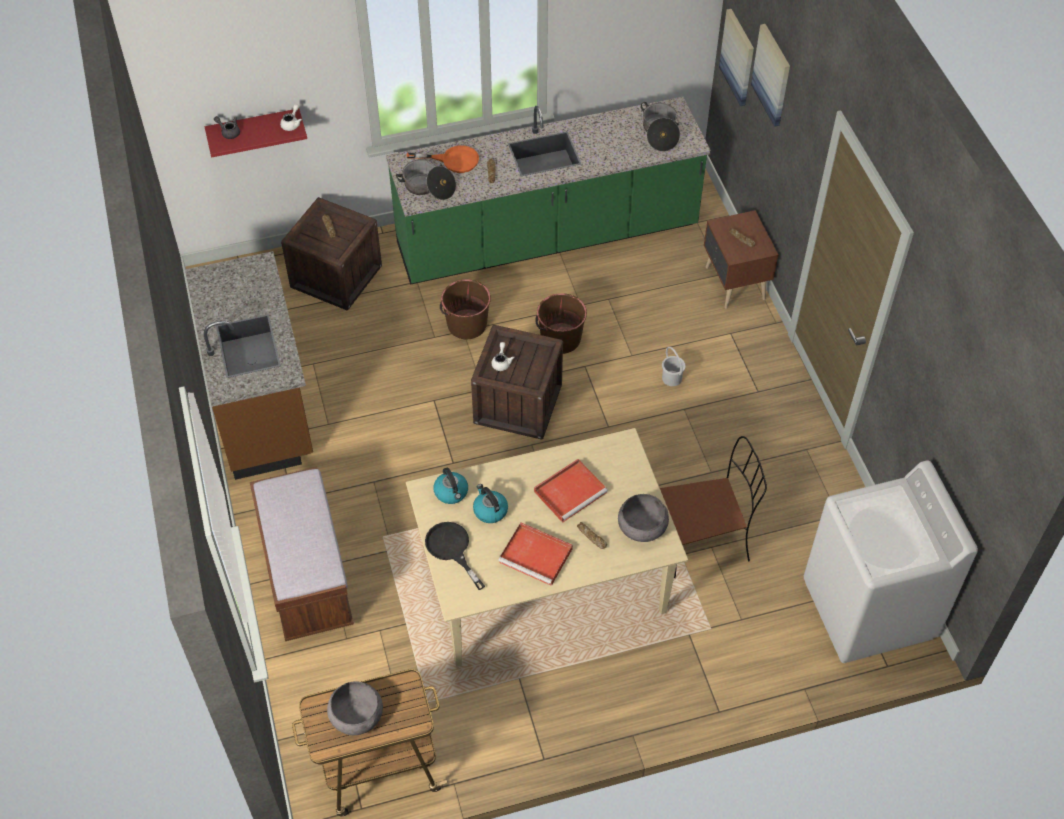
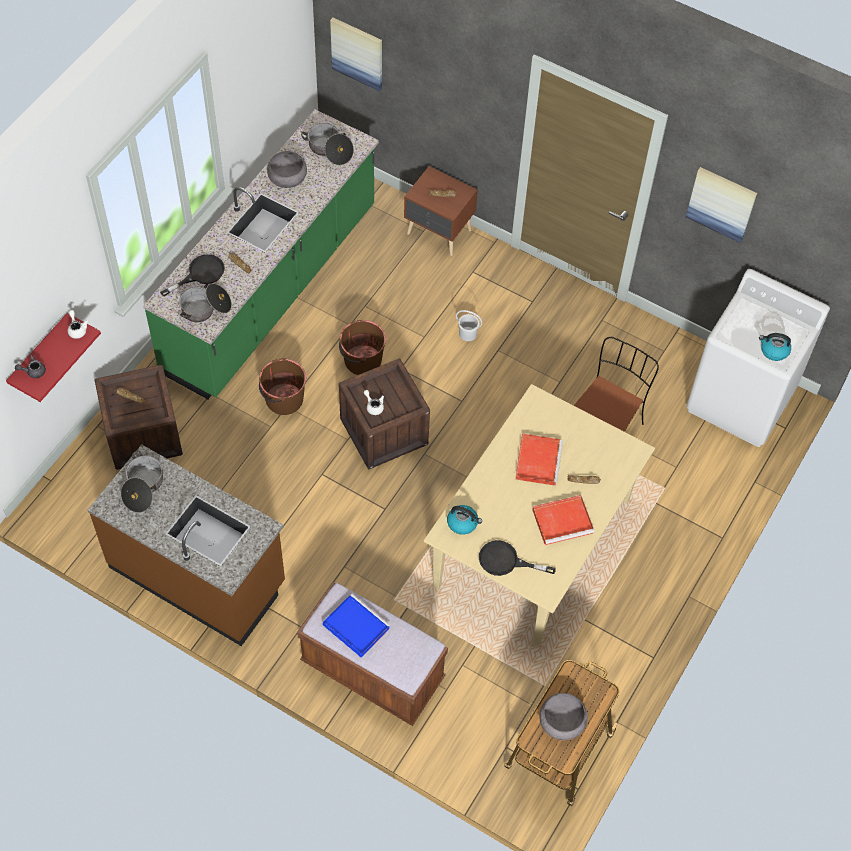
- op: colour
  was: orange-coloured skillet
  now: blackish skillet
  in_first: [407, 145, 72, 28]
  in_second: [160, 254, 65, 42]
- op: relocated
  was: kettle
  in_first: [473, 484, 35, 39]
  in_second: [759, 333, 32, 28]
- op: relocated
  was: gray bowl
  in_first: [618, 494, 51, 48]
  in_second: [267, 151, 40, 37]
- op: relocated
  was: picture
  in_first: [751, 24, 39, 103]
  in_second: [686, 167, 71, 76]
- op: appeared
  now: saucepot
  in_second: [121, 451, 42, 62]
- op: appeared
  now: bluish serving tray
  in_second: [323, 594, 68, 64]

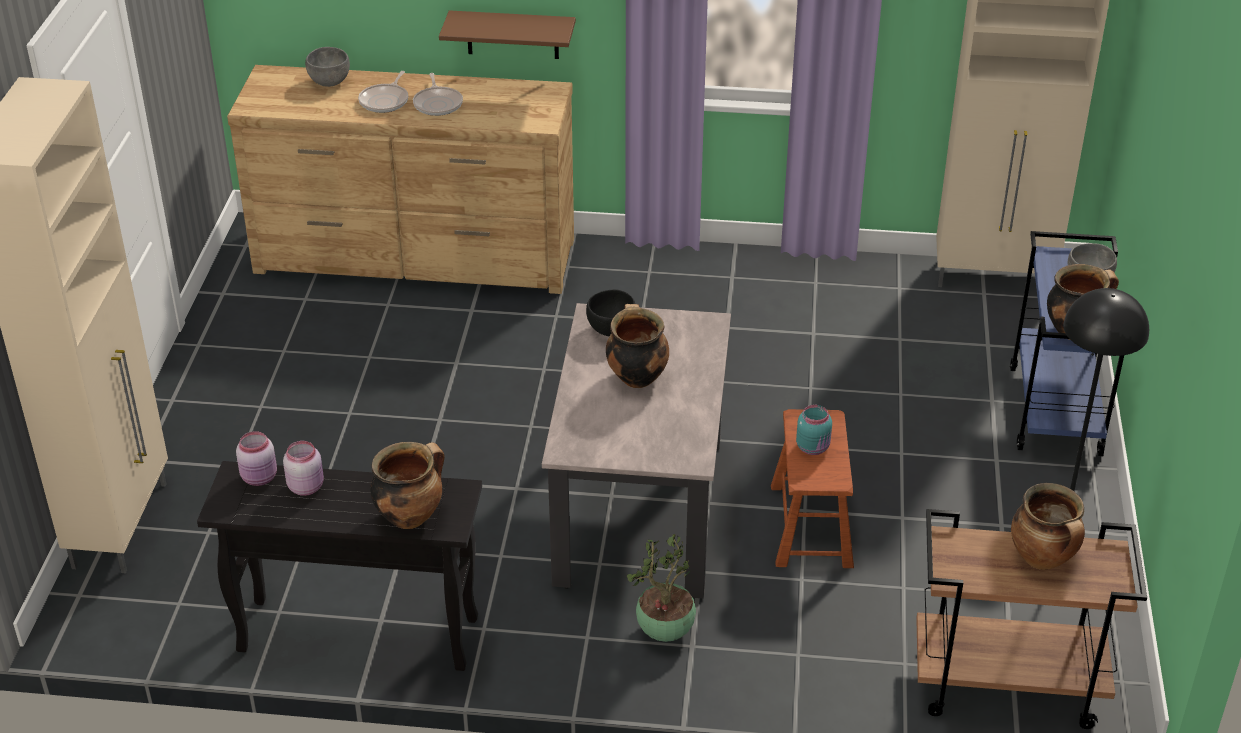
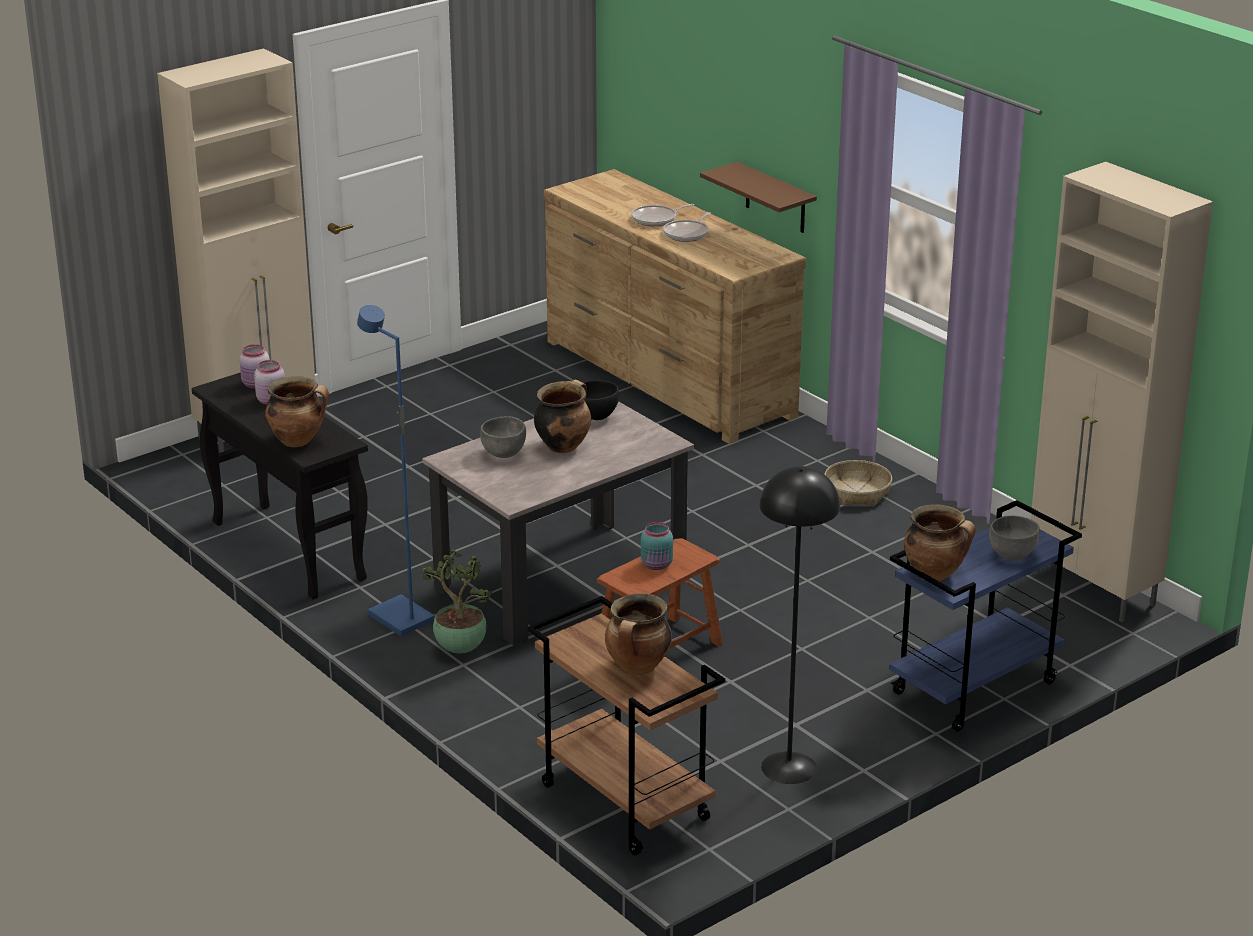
- op: relocated
  was: gray bowl
  in_first: [305, 47, 45, 40]
  in_second: [480, 416, 46, 42]
- op: appeared
  now: bluish standing lamp
  in_second: [357, 305, 78, 332]
- op: appeared
  now: storage basket
  in_second: [824, 460, 68, 46]

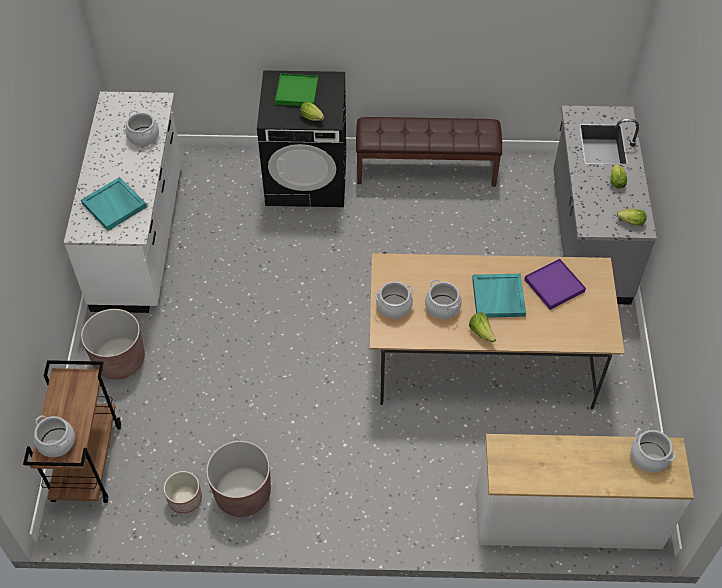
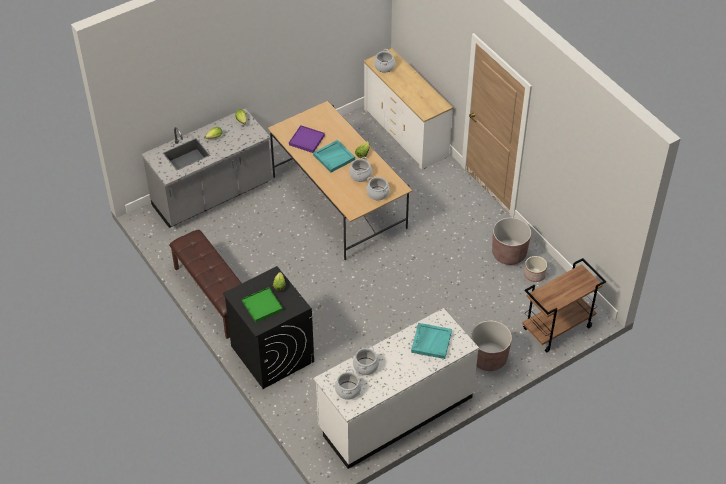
- op: relocated
  was: saucepot
  in_first: [34, 415, 41, 42]
  in_second: [335, 369, 27, 31]

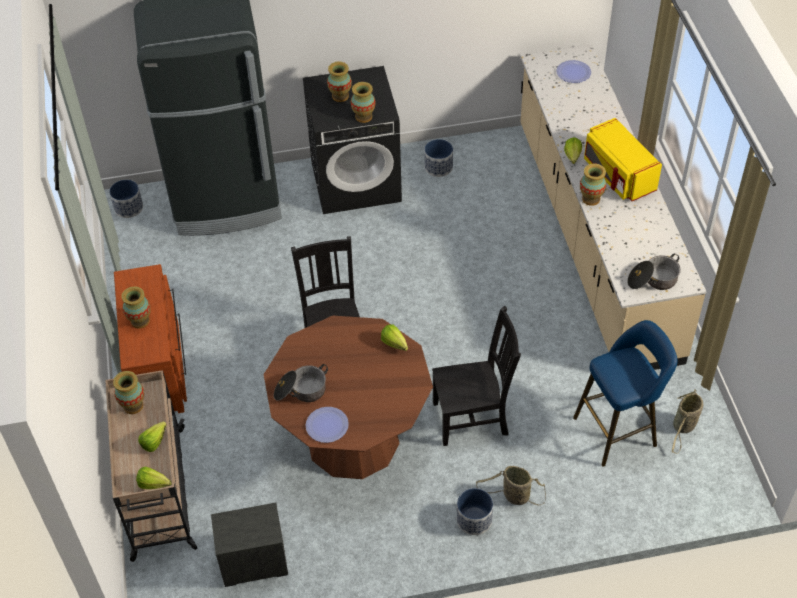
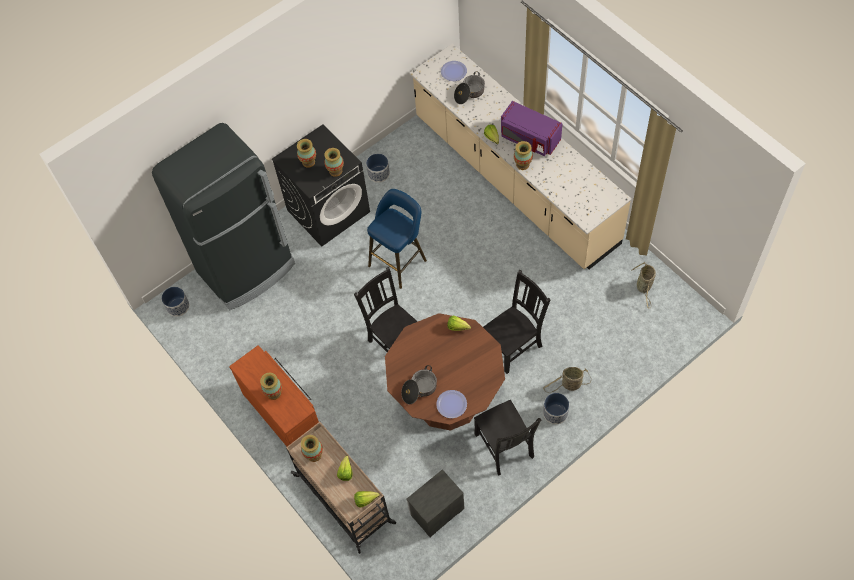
- op: relocated
  was: bluish sitting stool
  in_first: [573, 320, 105, 147]
  in_second: [367, 189, 60, 100]
- op: colour
  was: yellow kitchen microwave
  now: purple-coloured kitchen microwave
  in_first: [584, 118, 78, 83]
  in_second: [501, 101, 62, 55]
- op: relocated
  was: saucepot
  in_first: [627, 254, 54, 36]
  in_second: [454, 71, 31, 33]
- op: appeared
  now: blackish chair
  in_second: [474, 400, 67, 75]

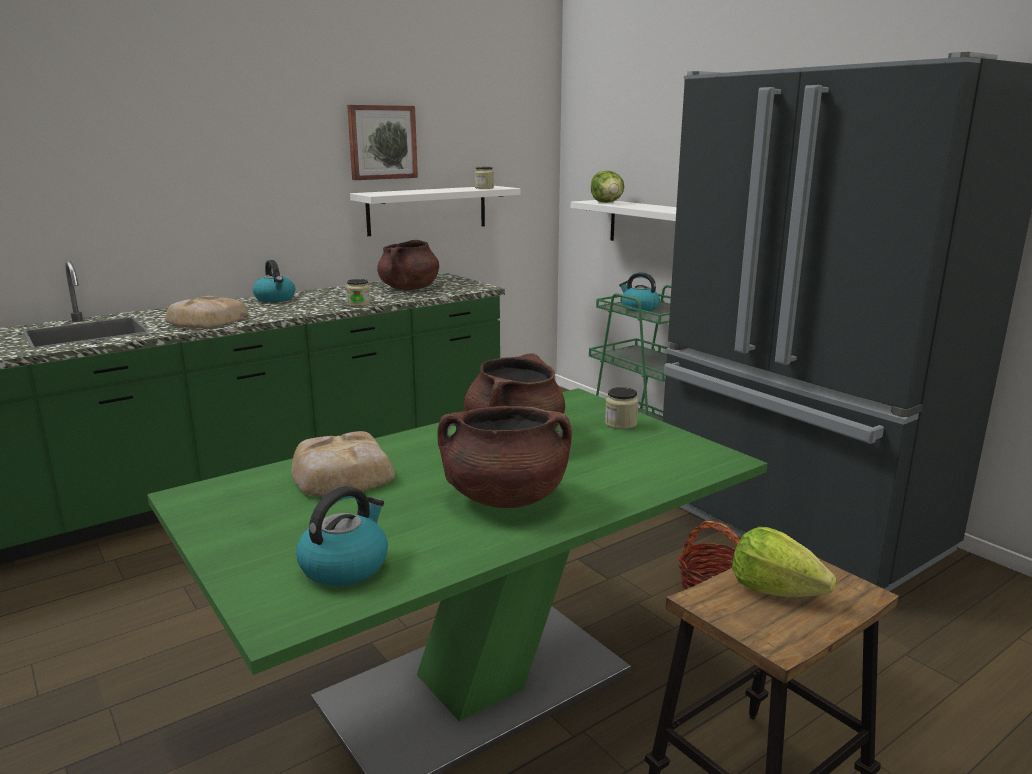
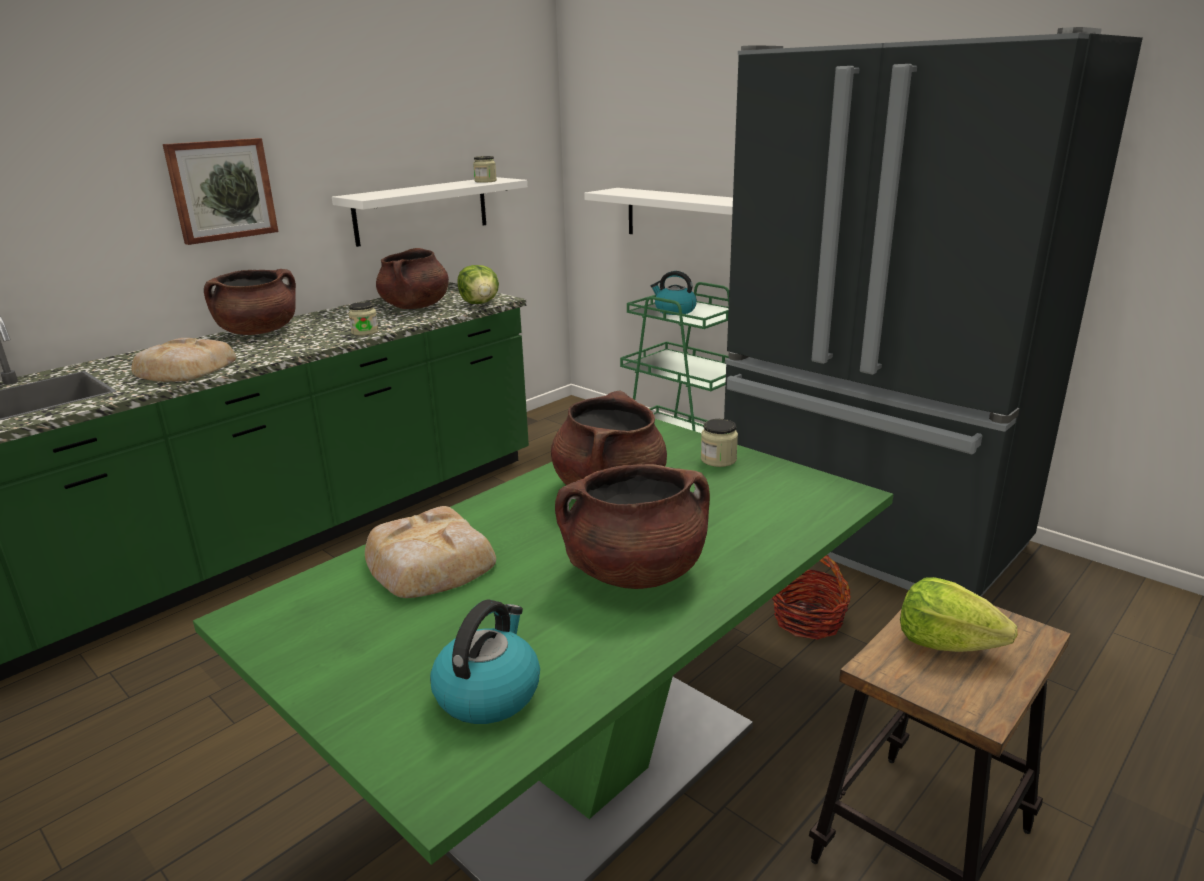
- op: exchanged
  was: kettle
  now: brown saucepot
  in_first: [253, 260, 42, 42]
  in_second: [204, 269, 92, 66]
- op: relocated
  was: picture
  in_first: [347, 105, 71, 75]
  in_second: [163, 138, 115, 107]
- op: relocated
  was: head of lettuce
  in_first: [591, 171, 33, 32]
  in_second: [457, 265, 42, 39]

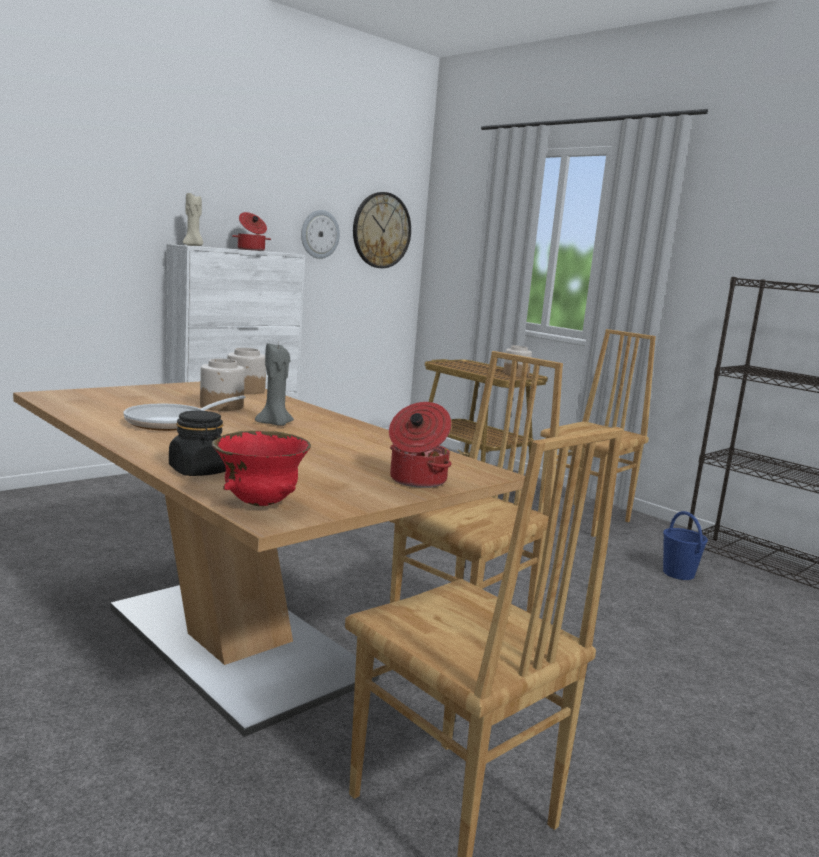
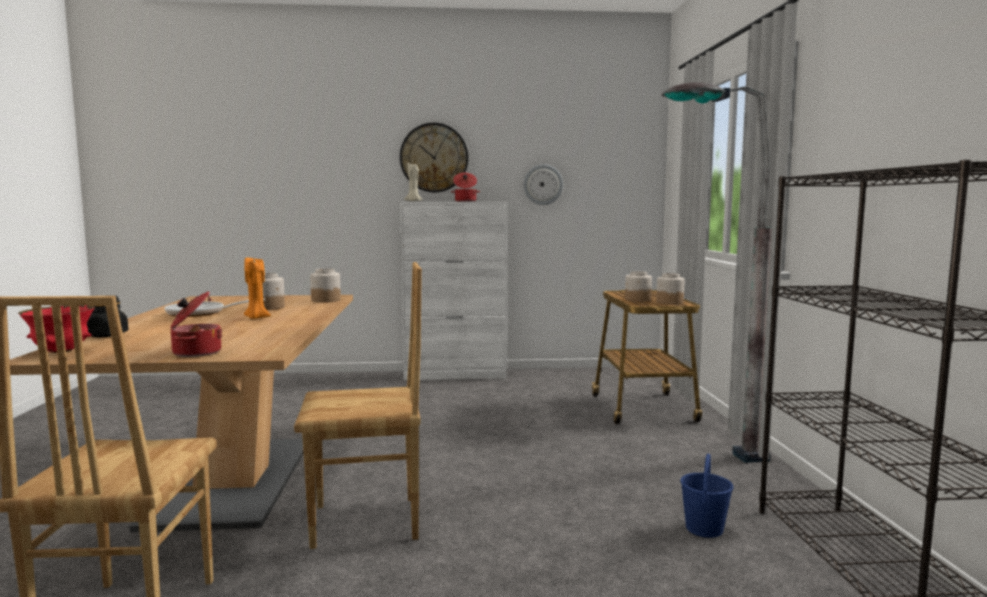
- op: colour
  was: gray wax light
  now: orange-coloured wax light
  in_first: [255, 343, 39, 83]
  in_second: [244, 258, 27, 61]
- op: relocated
  was: hanging clock
  in_first: [353, 192, 58, 76]
  in_second: [400, 123, 68, 70]
- op: exchanged
  was: brown chair
  now: gray standing lamp
  in_first: [538, 329, 118, 208]
  in_second: [661, 82, 111, 381]
- op: appeared
  now: preserve jar
  in_second: [625, 271, 27, 31]

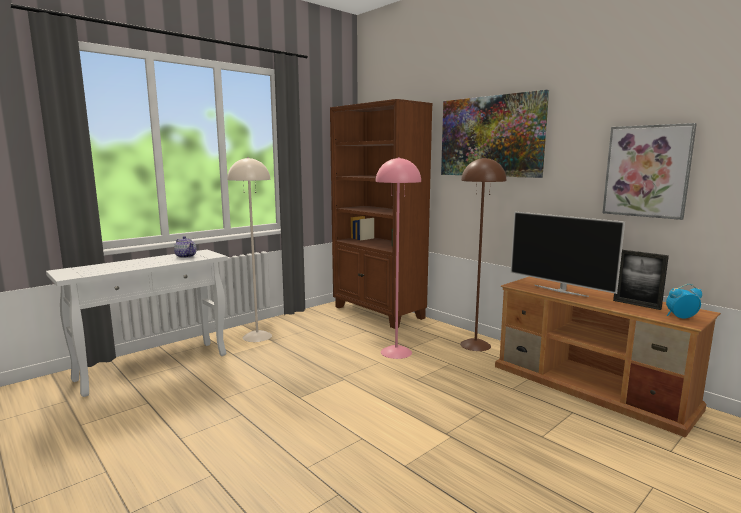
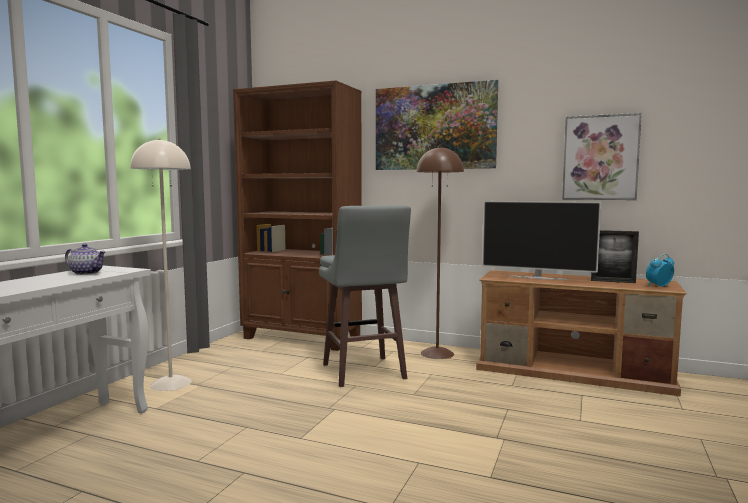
- op: exchanged
  was: pink standing lamp
  now: gray sitting stool
  in_first: [376, 157, 45, 202]
  in_second: [319, 205, 92, 182]

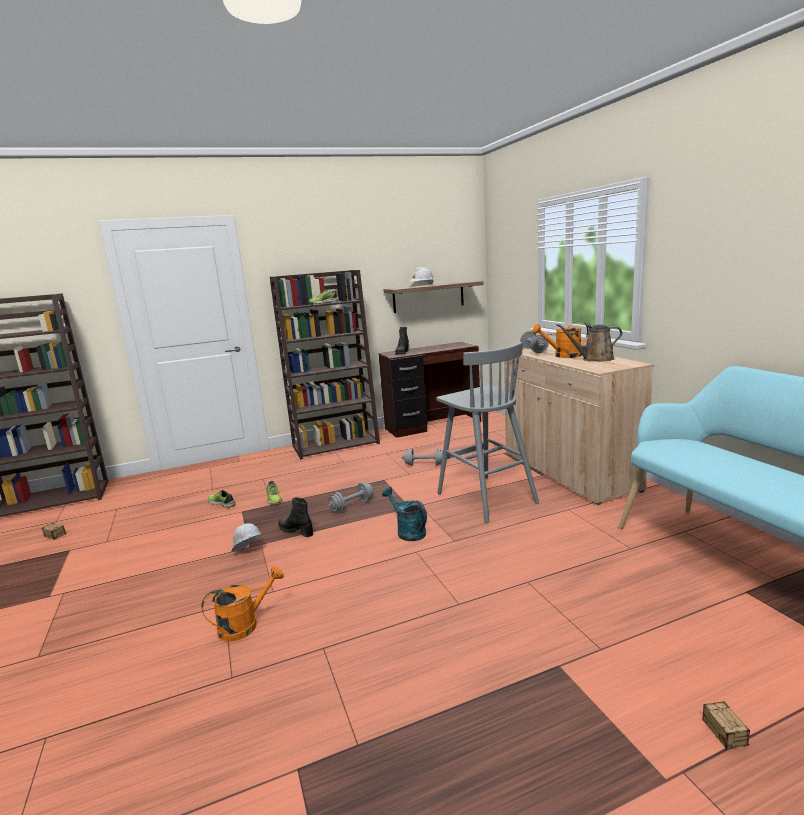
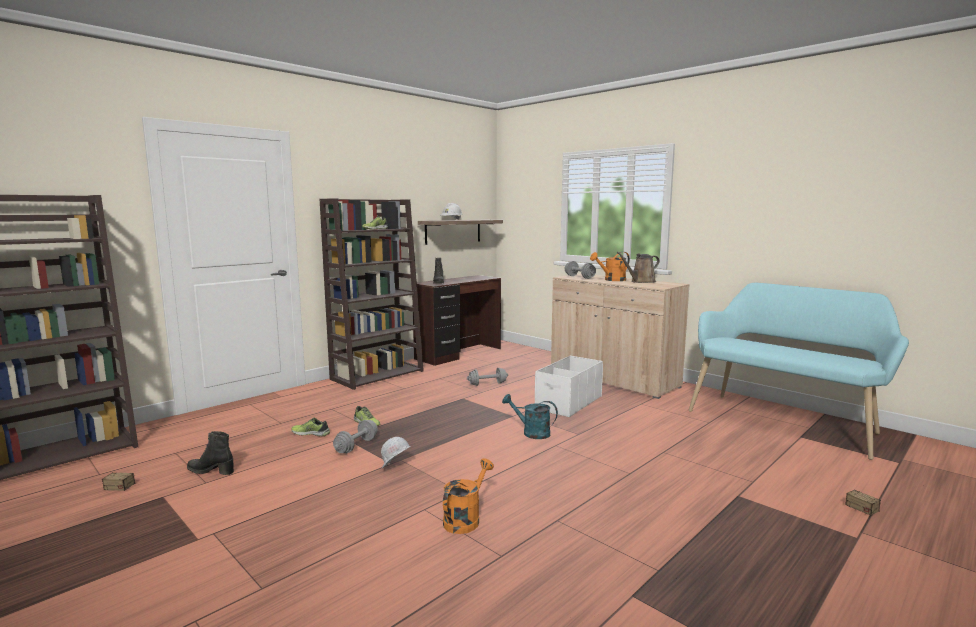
- op: relocated
  was: blackish tall boot
  in_first: [278, 497, 35, 40]
  in_second: [187, 431, 47, 44]
- op: relocated
  was: gray free weight
  in_first: [328, 482, 45, 30]
  in_second: [333, 420, 45, 33]
- op: exchanged
  was: gray sitting stool
  now: white-coloured storage box
  in_first: [436, 342, 103, 181]
  in_second: [535, 356, 68, 61]

